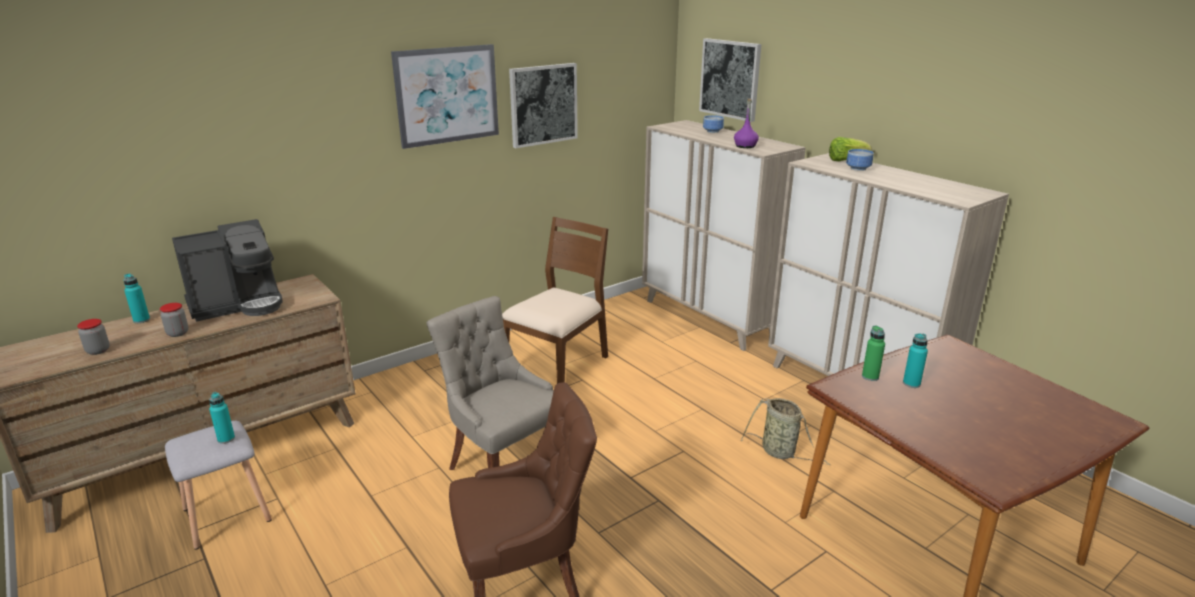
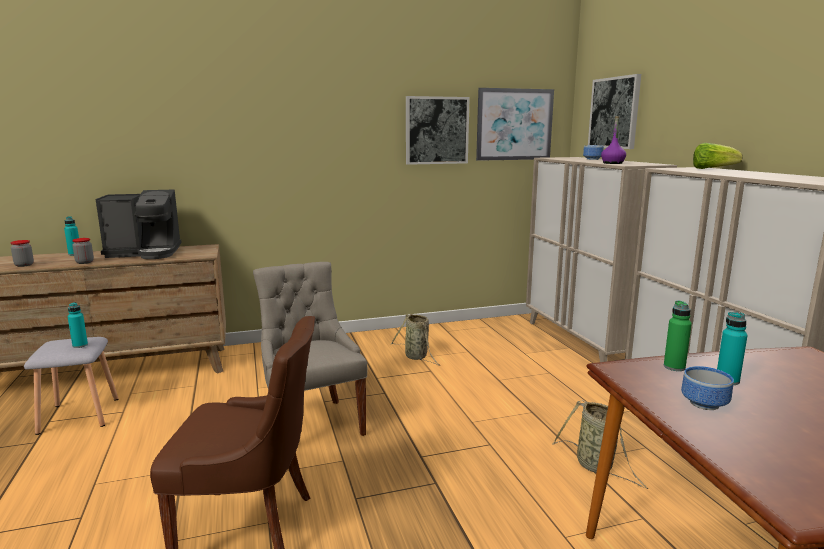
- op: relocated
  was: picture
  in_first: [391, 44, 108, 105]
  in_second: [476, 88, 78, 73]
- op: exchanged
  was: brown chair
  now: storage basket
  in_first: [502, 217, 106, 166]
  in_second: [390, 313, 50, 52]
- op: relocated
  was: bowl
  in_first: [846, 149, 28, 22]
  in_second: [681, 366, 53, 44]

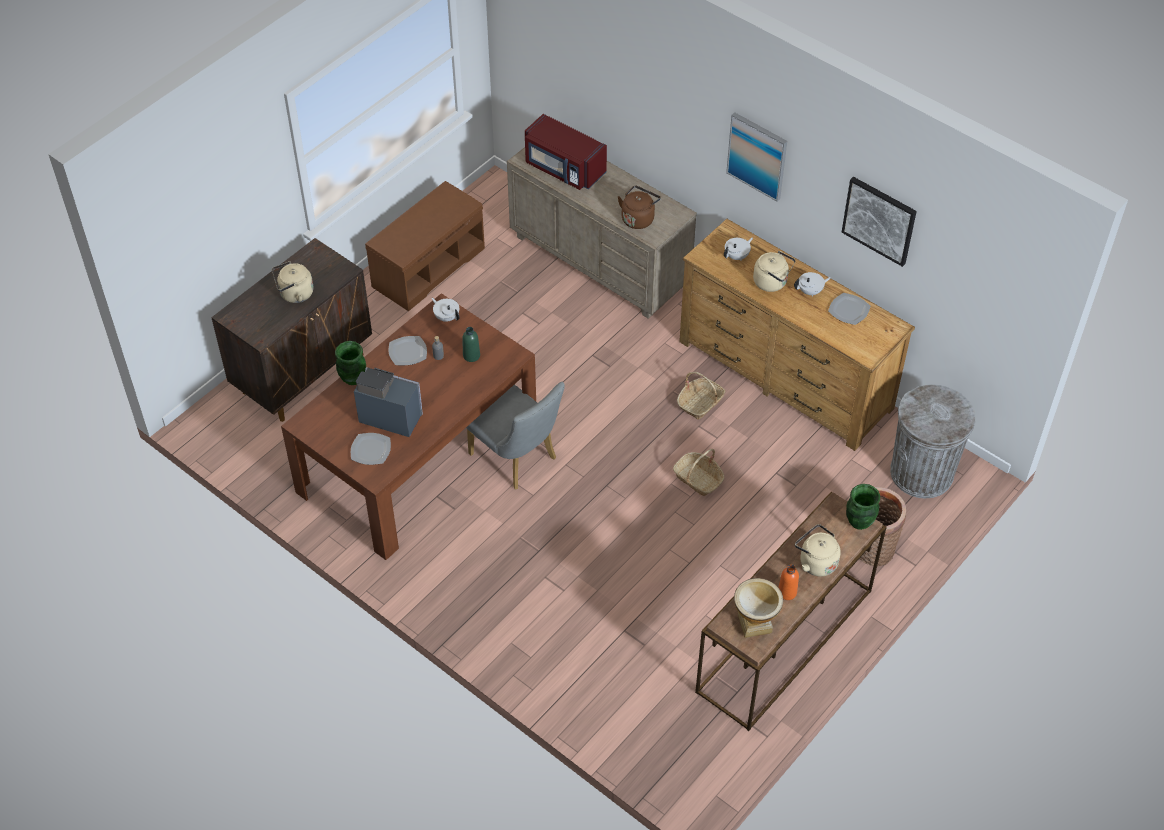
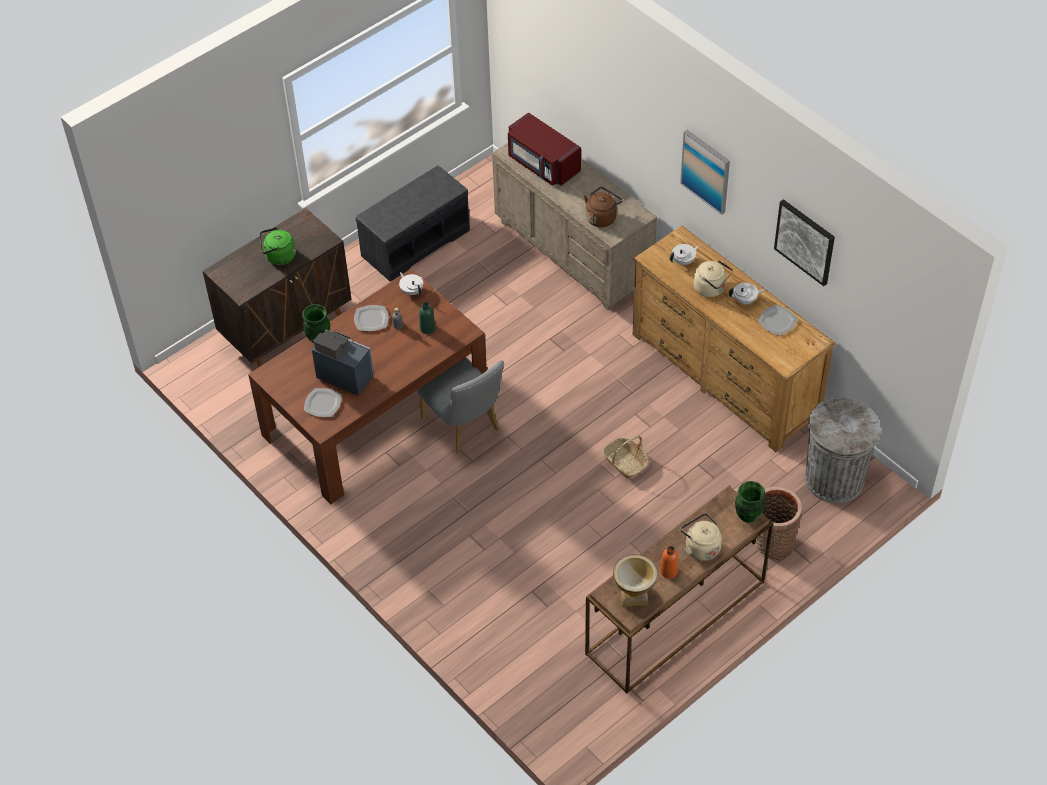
- op: colour
  was: sand-coloured kettle
  now: green-coloured kettle
  in_first: [272, 261, 41, 42]
  in_second: [260, 227, 36, 38]
- op: colour
  was: brown bench
  now: gray bench
  in_first: [365, 181, 120, 130]
  in_second: [356, 166, 114, 116]
- op: missing
  was: storage basket
  in_first: [677, 372, 48, 48]

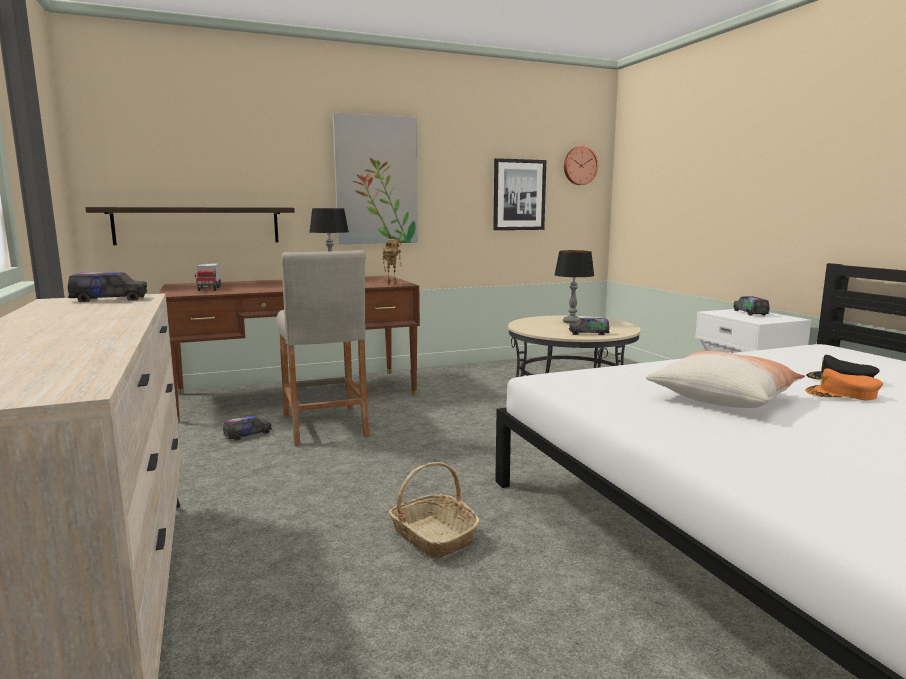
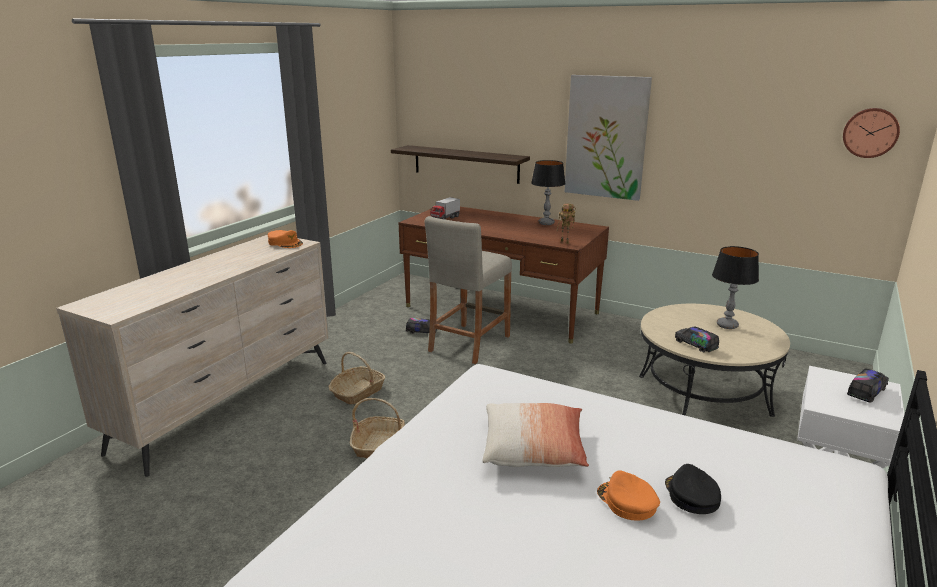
- op: exchanged
  was: toy truck
  now: orange-coloured baseball cap
  in_first: [68, 272, 79, 30]
  in_second: [268, 230, 35, 18]
- op: missing
  was: picture
  in_first: [493, 158, 53, 72]
- op: appeared
  now: storage basket
  in_second: [329, 352, 56, 52]

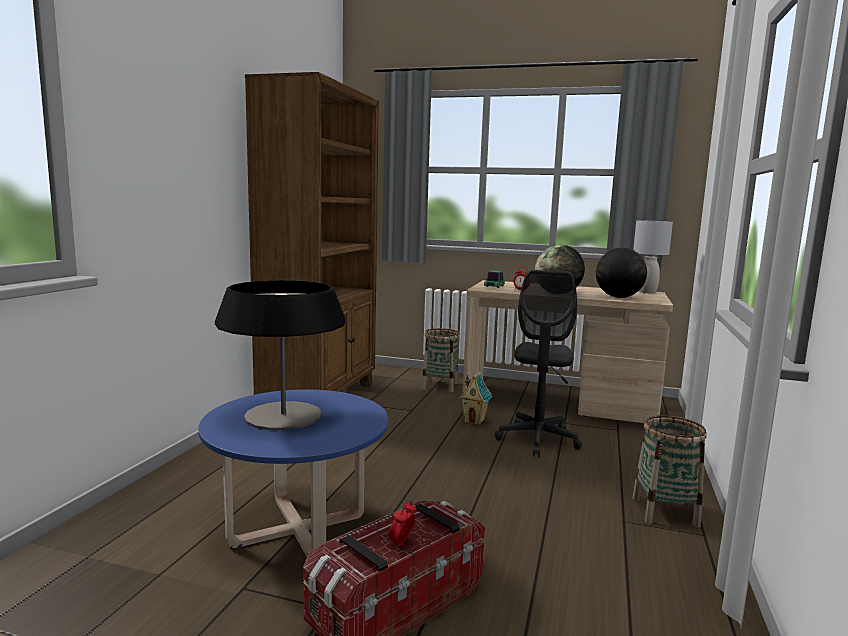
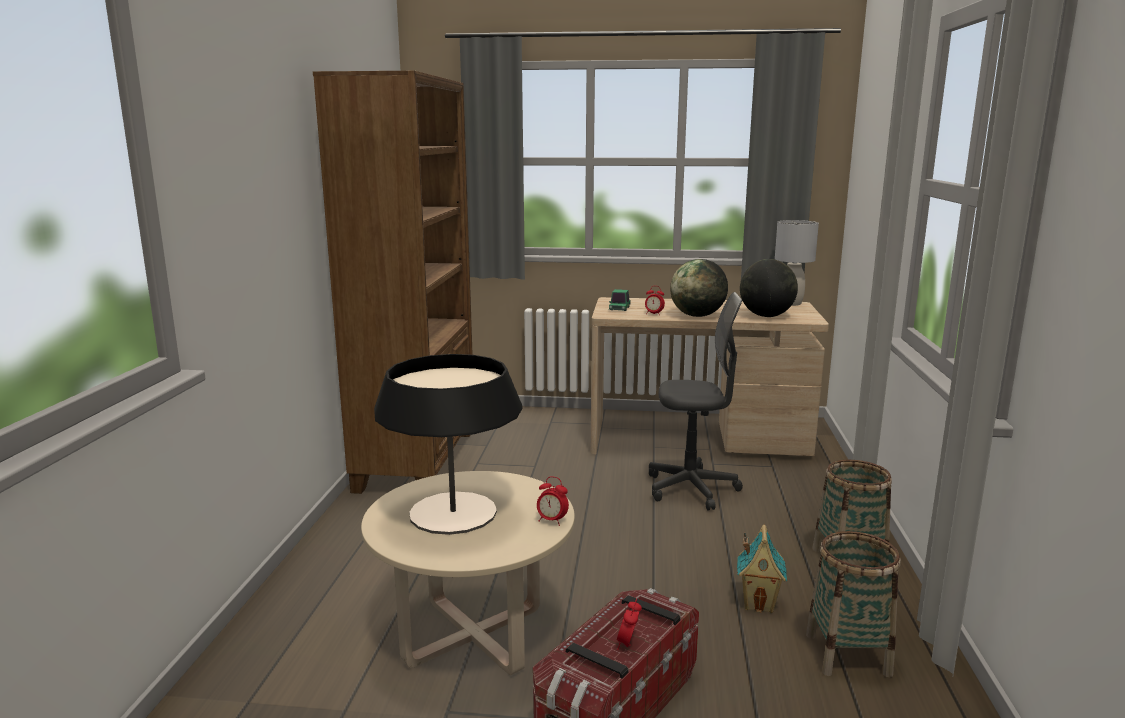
- op: colour
  was: bluish low table
  now: sand-coloured low table
  in_first: [198, 389, 191, 168]
  in_second: [361, 471, 214, 204]
- op: relocated
  was: storage basket
  in_first: [421, 328, 38, 64]
  in_second: [806, 531, 94, 146]
- op: relocated
  was: model house
  in_first: [459, 371, 34, 54]
  in_second: [737, 525, 50, 88]
- op: spun
  was: gray office chair
  in_first: [495, 270, 87, 187]
  in_second: [649, 292, 94, 218]
  clockwise: -90
- op: appeared
  now: bedside clock
  in_second: [537, 476, 32, 50]

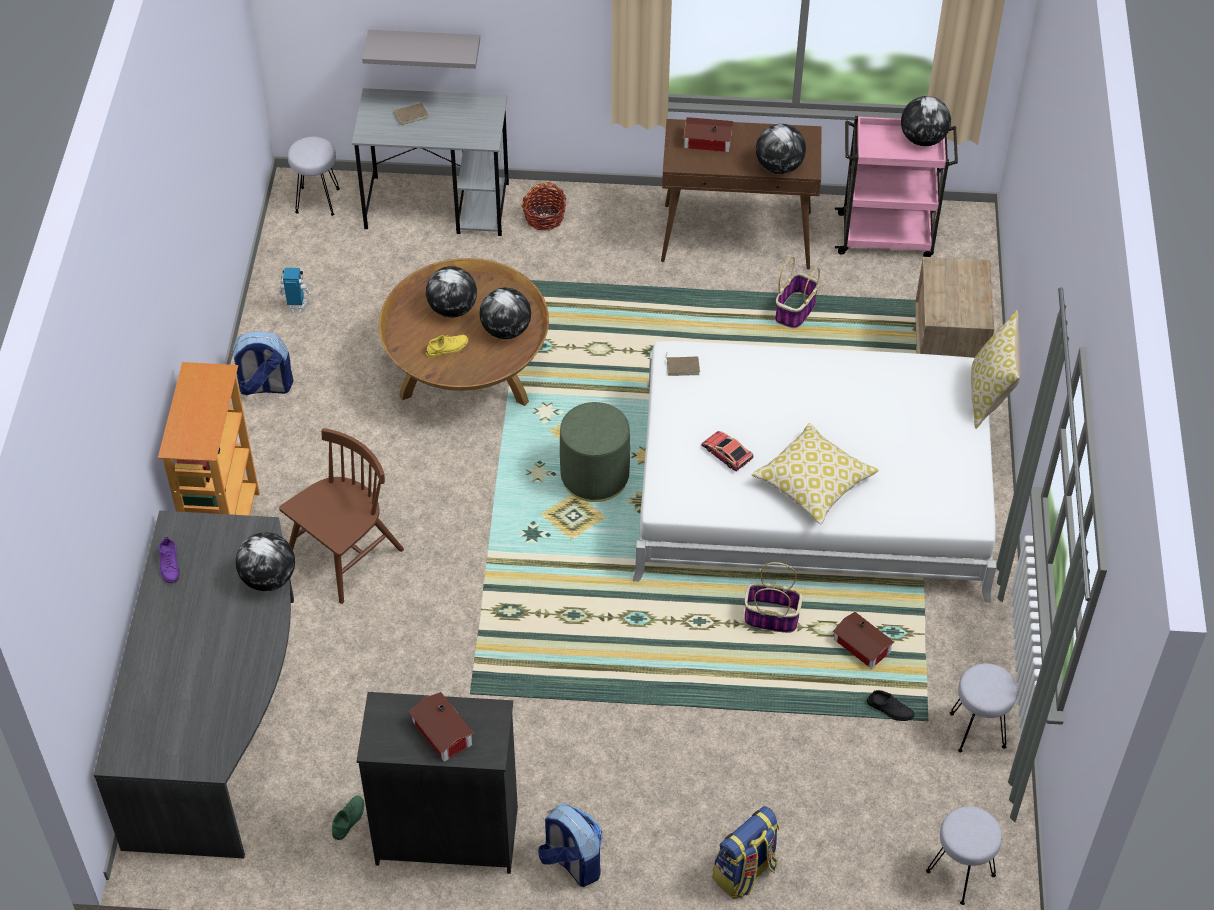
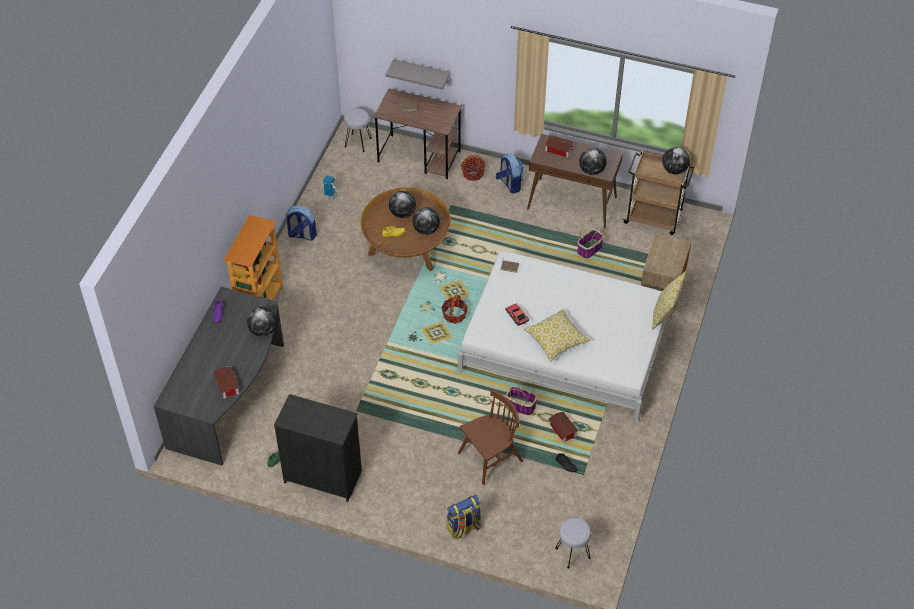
- op: relocated
  was: brown chair
  in_first: [279, 428, 125, 176]
  in_second: [458, 389, 65, 96]
- op: colour
  was: gray desk table
  now: brown desk table
  in_first: [352, 88, 157, 148]
  in_second: [374, 88, 88, 91]
- op: relocated
  was: model house
  in_first: [408, 692, 66, 70]
  in_second: [214, 367, 25, 32]
- op: relocated
  was: knapsack
  in_first: [538, 803, 64, 84]
  in_second: [496, 153, 28, 40]
- op: exchanged
  was: green-coloured ottoman
  now: storage basket
  in_first: [560, 402, 70, 100]
  in_second: [441, 294, 27, 30]
- op: colour
  was: pink cart
  now: brown cart
  in_first: [835, 116, 123, 141]
  in_second: [622, 151, 73, 84]
- op: missing
  was: gray sitting stool
  in_first: [950, 663, 68, 89]

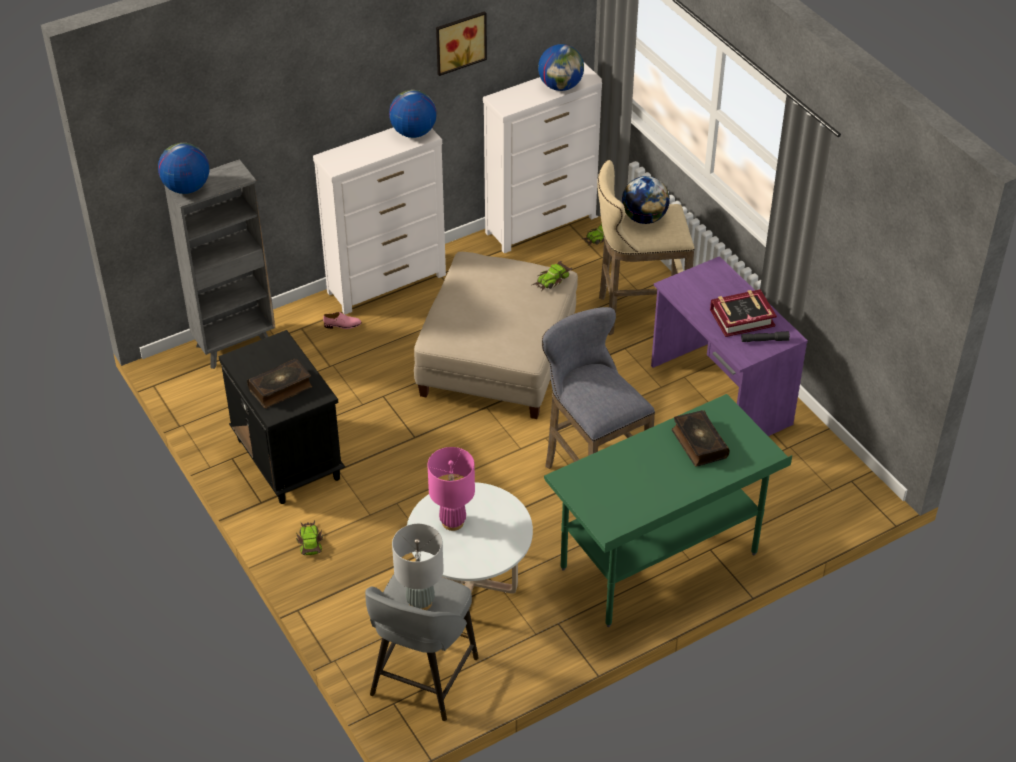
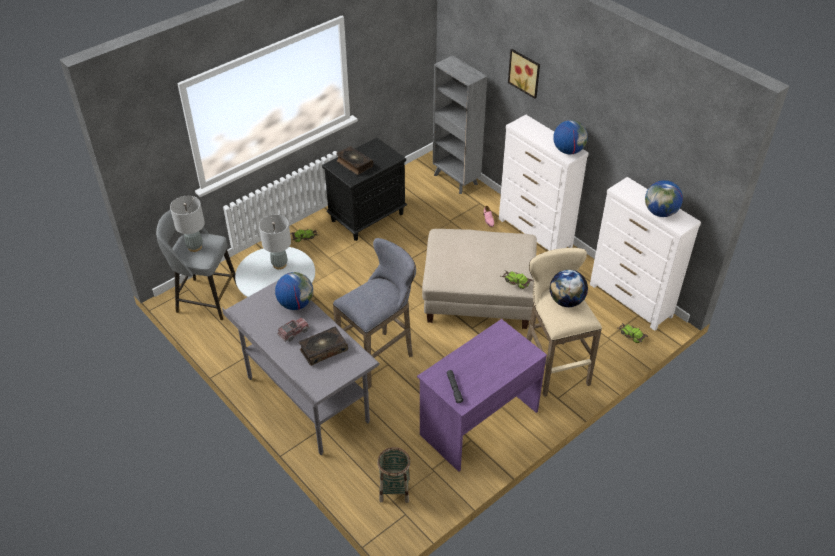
- op: relocated
  was: world globe
  in_first: [158, 143, 51, 51]
  in_second: [275, 272, 38, 38]
- op: colour
  was: pink lamp for a table
  now: gray lamp for a table
  in_first: [427, 447, 48, 84]
  in_second: [259, 215, 32, 55]
- op: relocated
  was: picture
  in_first: [436, 11, 51, 65]
  in_second: [508, 49, 32, 50]
- op: colour
  was: green-coloured desk table
  now: gray desk table
  in_first: [544, 394, 248, 233]
  in_second: [222, 281, 157, 174]
- op: missing
  was: volume
  in_first: [710, 289, 67, 48]
- op: appeared
  now: toy truck
  in_second: [277, 318, 33, 24]
- op: appeared
  now: storage basket
  in_second: [377, 447, 33, 56]

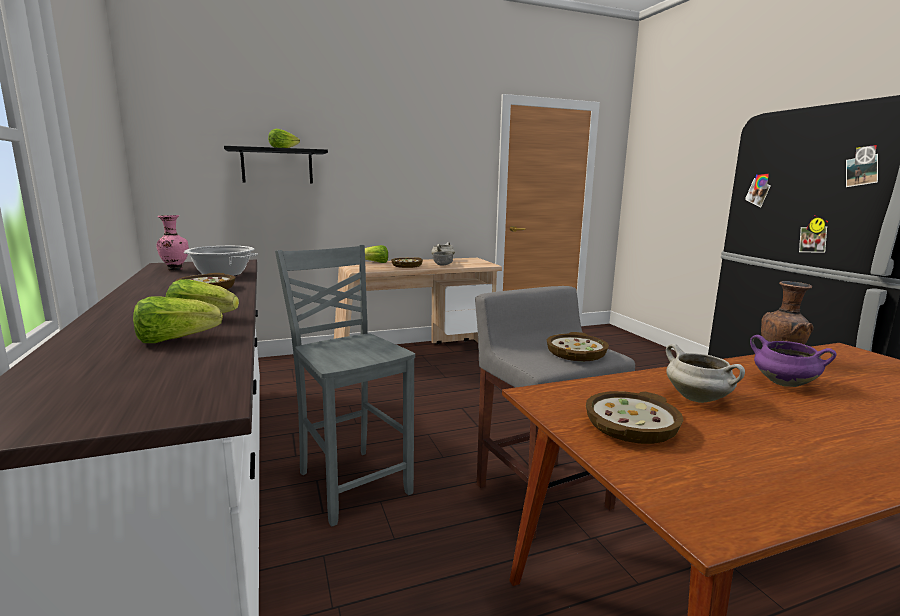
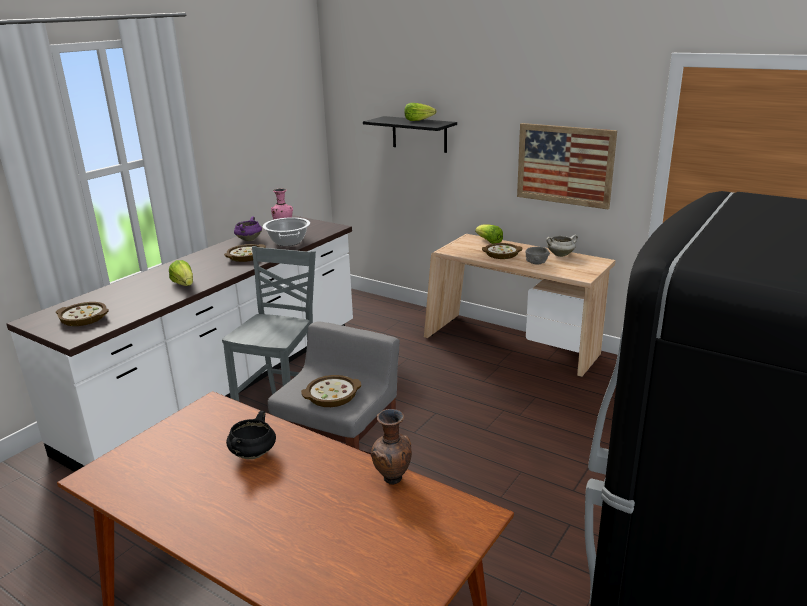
- op: missing
  was: head of lettuce
  in_first: [133, 296, 90, 47]
- op: relocated
  was: bowl
  in_first: [586, 391, 97, 53]
  in_second: [56, 302, 53, 24]
- op: colour
  was: white-coloured saucepot
  now: blackish saucepot
  in_first: [666, 344, 79, 59]
  in_second: [226, 411, 50, 48]
- op: relocated
  was: purple-coloured saucepot
  in_first: [750, 335, 87, 52]
  in_second: [234, 217, 28, 24]
- op: appeared
  now: picture
  in_second: [517, 123, 100, 86]

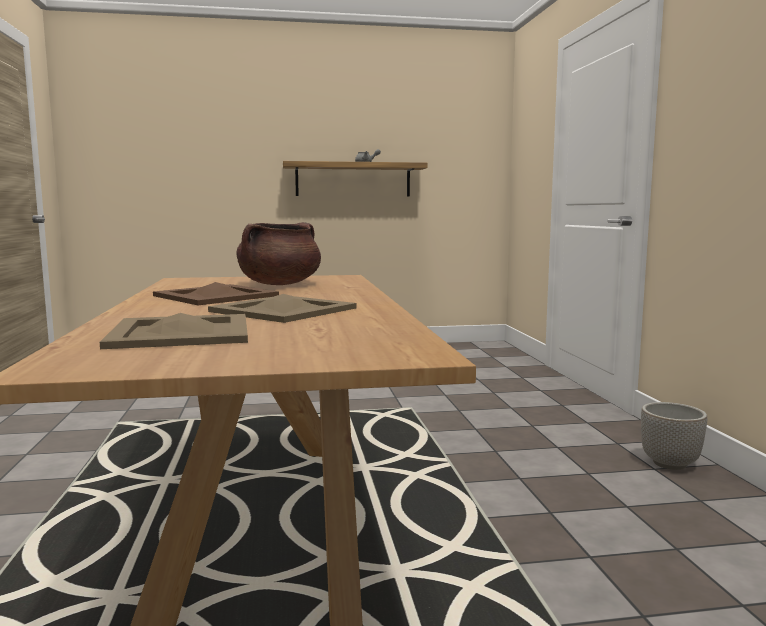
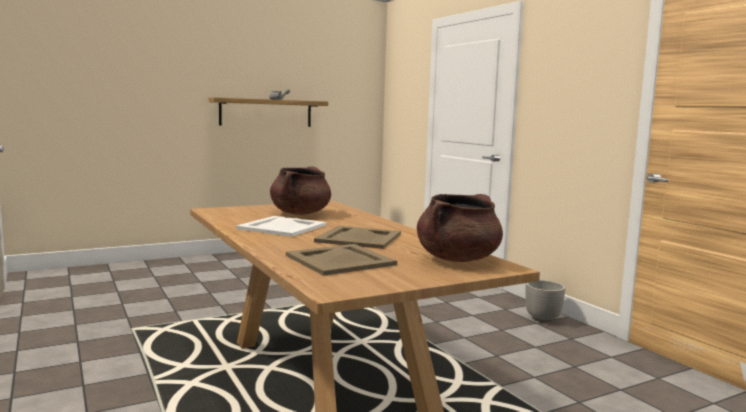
- op: colour
  was: brown serving tray
  now: white-coloured serving tray
  in_first: [153, 282, 126, 23]
  in_second: [236, 216, 91, 21]
- op: appeared
  now: brown saucepot
  in_second: [417, 194, 86, 68]

